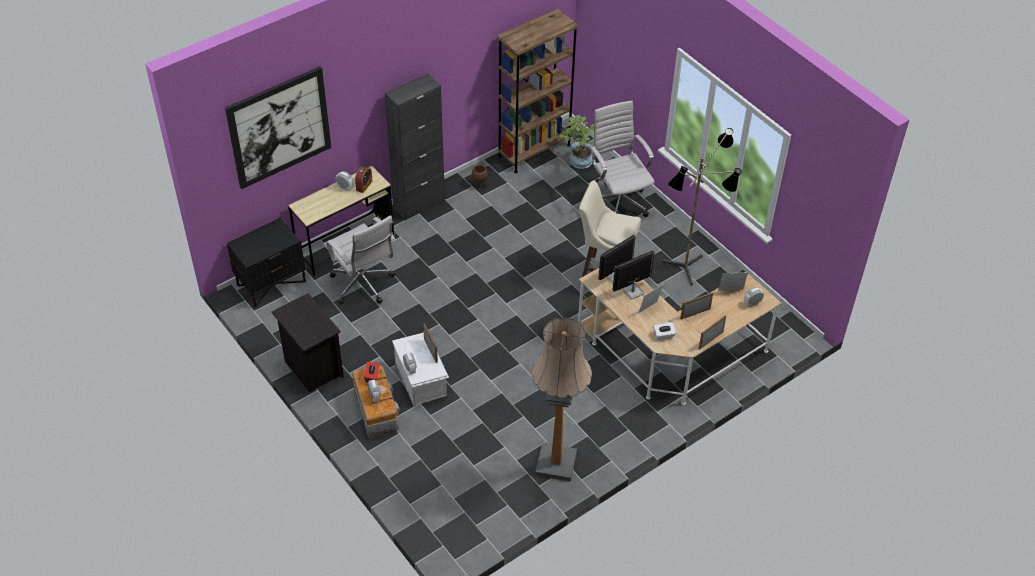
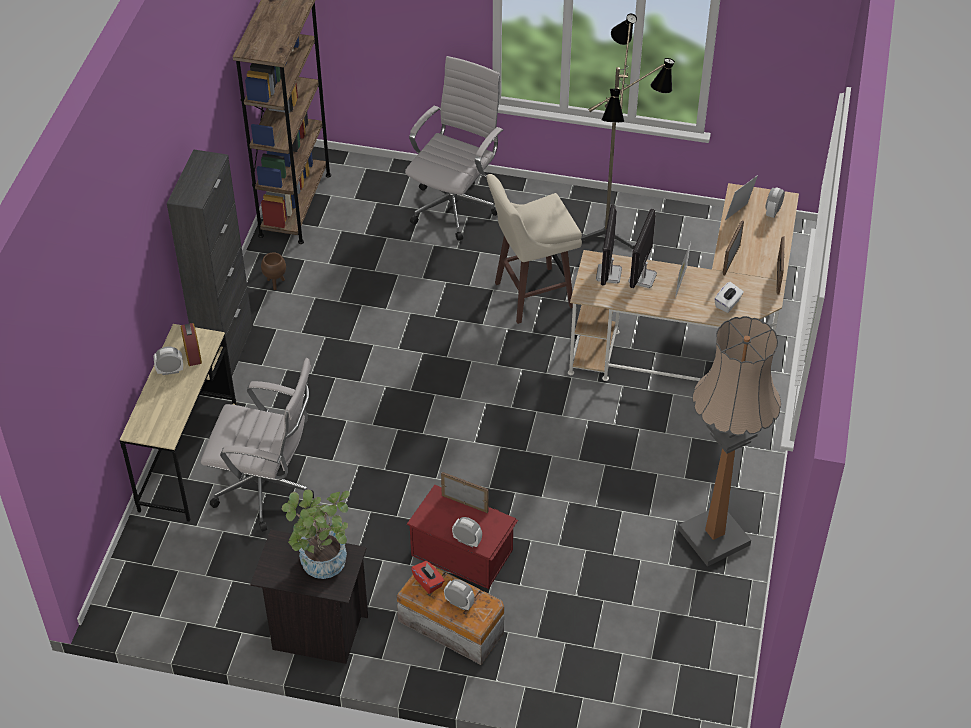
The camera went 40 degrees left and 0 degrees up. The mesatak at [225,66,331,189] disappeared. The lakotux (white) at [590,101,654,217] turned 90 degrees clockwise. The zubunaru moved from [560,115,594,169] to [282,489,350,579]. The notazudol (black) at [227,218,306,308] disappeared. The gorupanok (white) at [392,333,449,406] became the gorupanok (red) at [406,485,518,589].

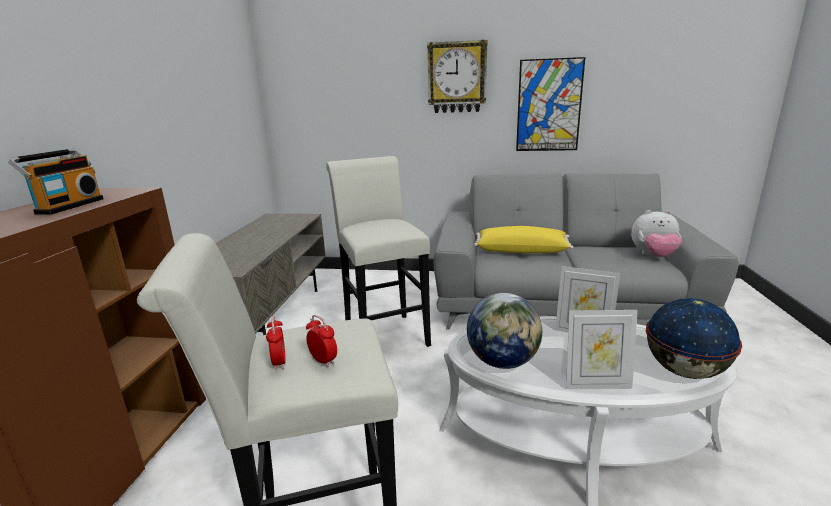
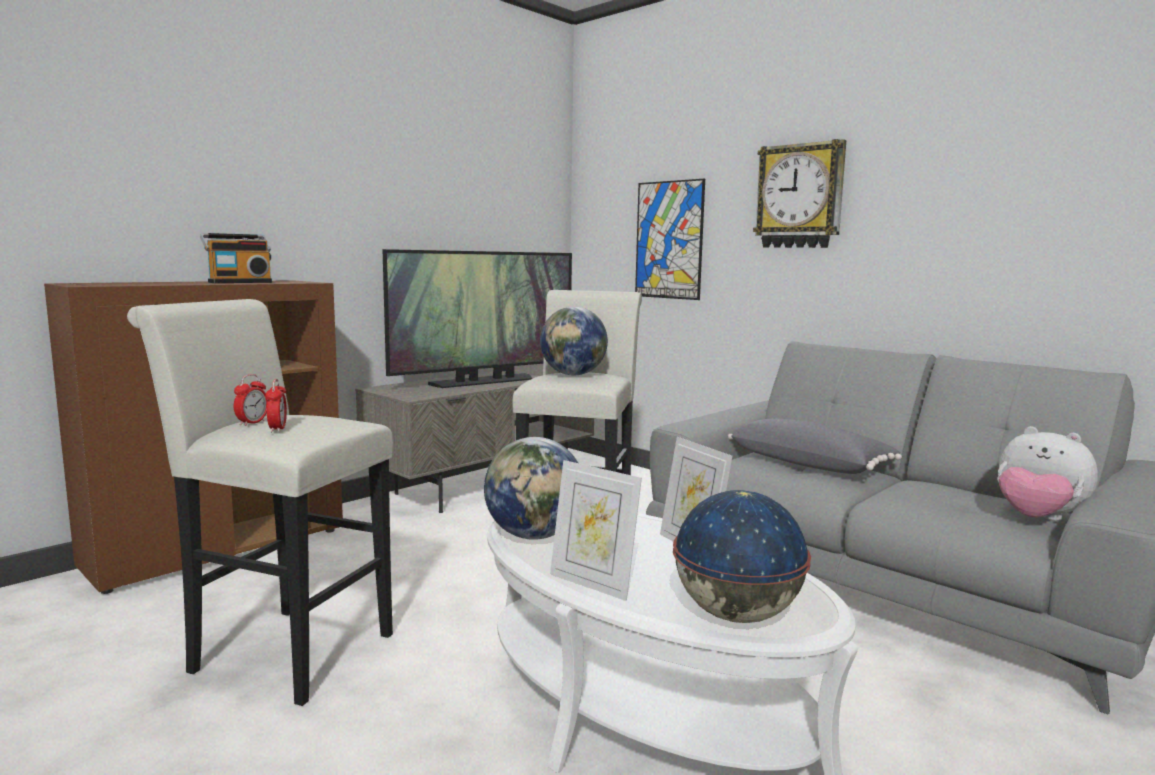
The camera went 35 degrees right and 10 degrees down. The mesatak moved from [516,57,585,151] to [635,179,705,300]. The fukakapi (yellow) at [474,226,573,253] became the fukakapi (grey) at [728,419,902,474]. The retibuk at [383,249,572,388] appeared. The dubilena at [540,307,608,375] appeared.

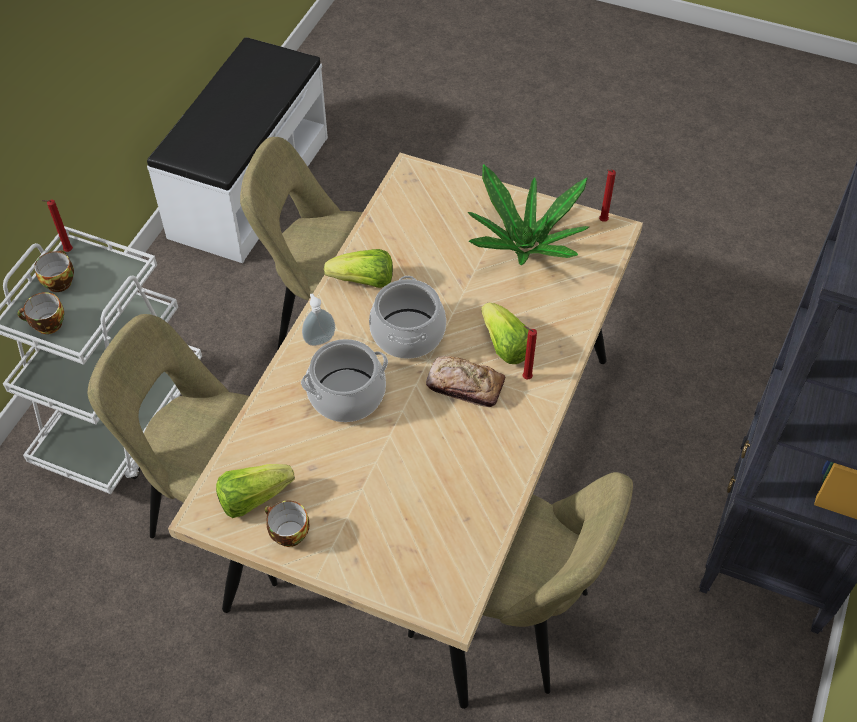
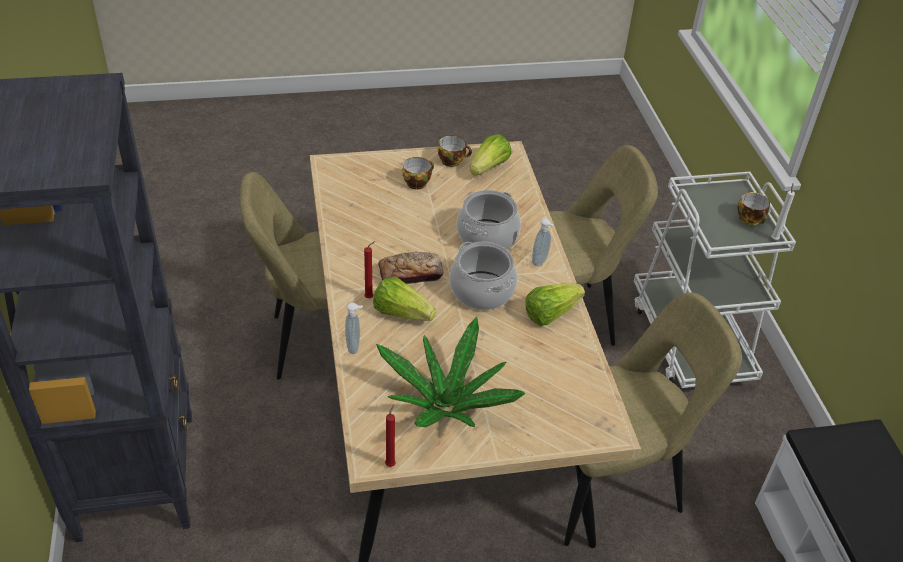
The camera went 145 degrees right and 10 degrees down. The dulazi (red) at [42,200,73,252] became the dulazi (white) at [771,184,795,240]. The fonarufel moved from [17,292,64,334] to [403,157,434,190]. The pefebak at [345,303,363,354] appeared.

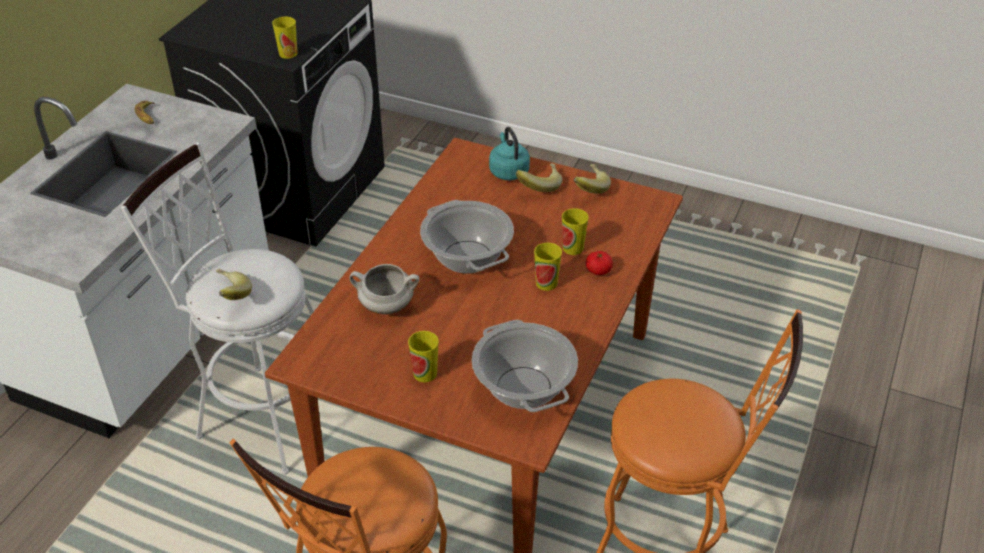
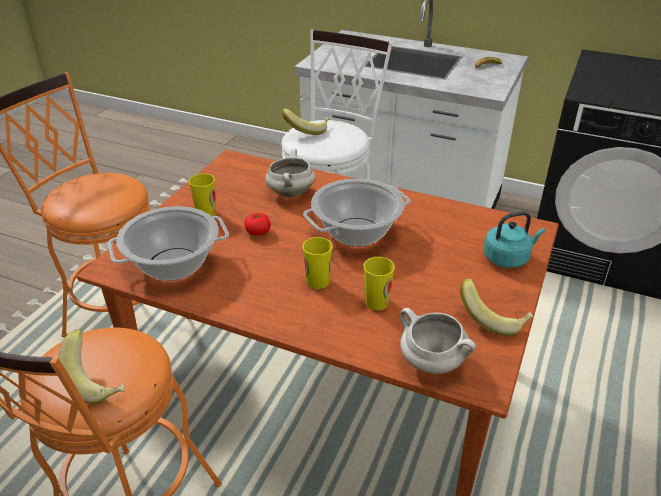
The camera went 90 degrees right and 5 degrees down. The fonarufel at [272,17,298,59] disappeared. The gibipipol moved from [516,164,563,192] to [58,329,125,404]. The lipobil moved from [586,251,613,275] to [244,213,271,235]. The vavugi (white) at [400,308,476,374] appeared.

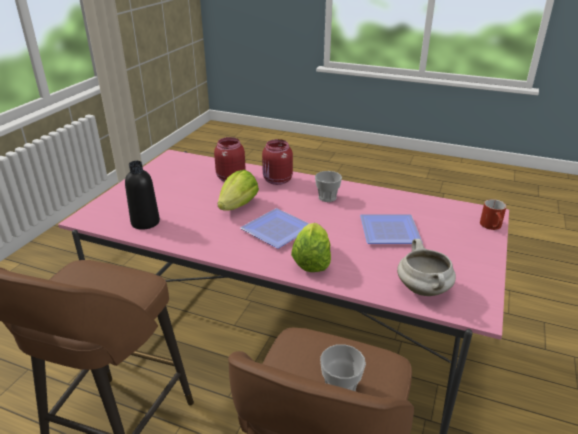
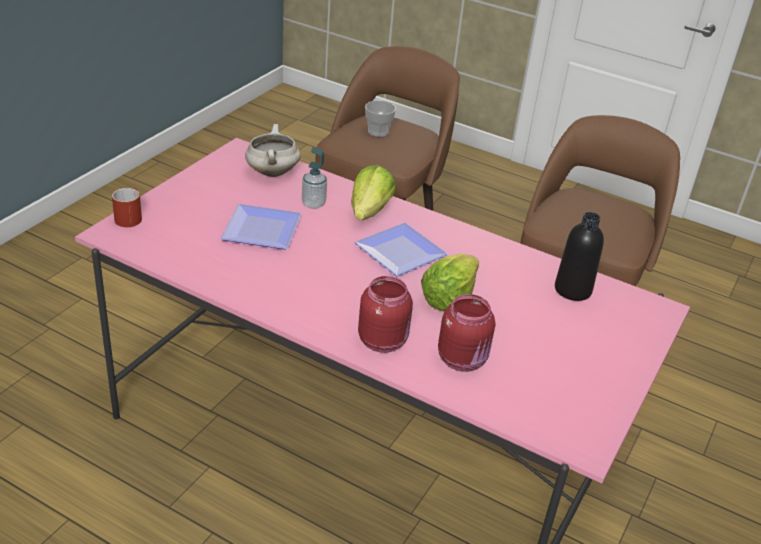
The camera went 175 degrees left and 5 degrees up. The fonarufel at [315,171,342,202] disappeared. The pefebak at [302,147,327,209] appeared.

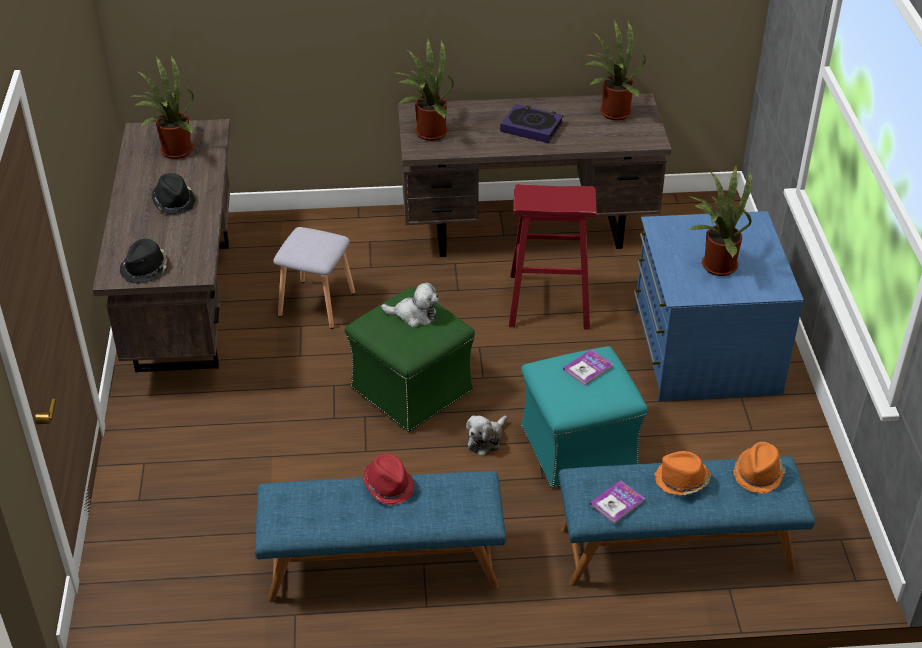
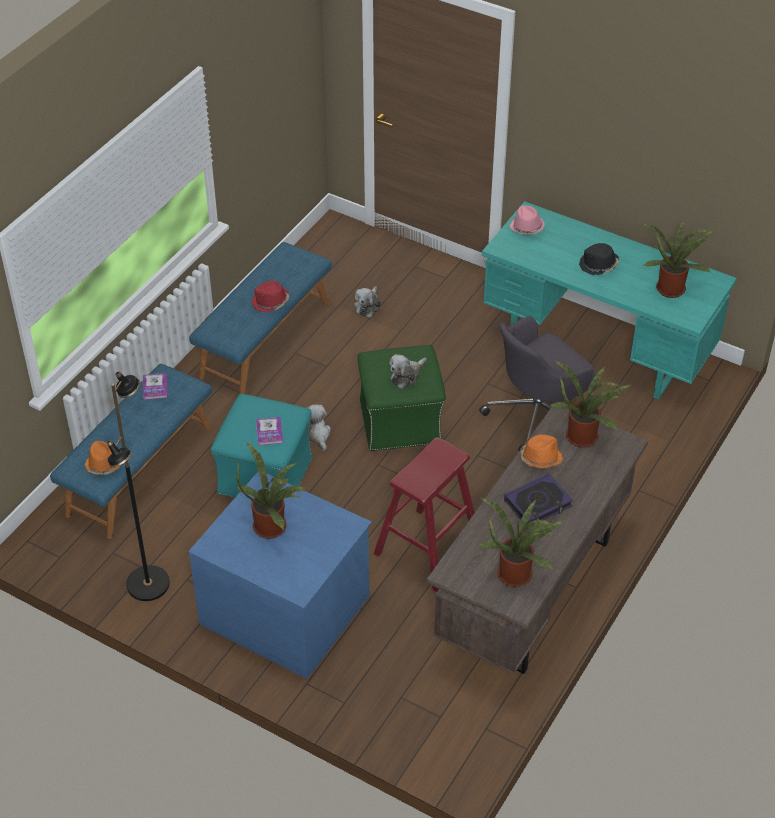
The camera went 125 degrees right and 5 degrees up. The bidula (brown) at [93,119,230,373] became the bidula (turquoise) at [482,201,737,399]. The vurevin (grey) at [273,227,355,329] was replaced by the lakotux (grey) at [479,316,596,451]. The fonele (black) at [120,239,167,284] became the fonele (pink) at [510,205,545,235]. The fonele (orange) moved from [654,451,711,495] to [521,434,563,469]. The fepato at [354,286,381,317] appeared. The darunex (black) at [107,371,170,601] appeared.

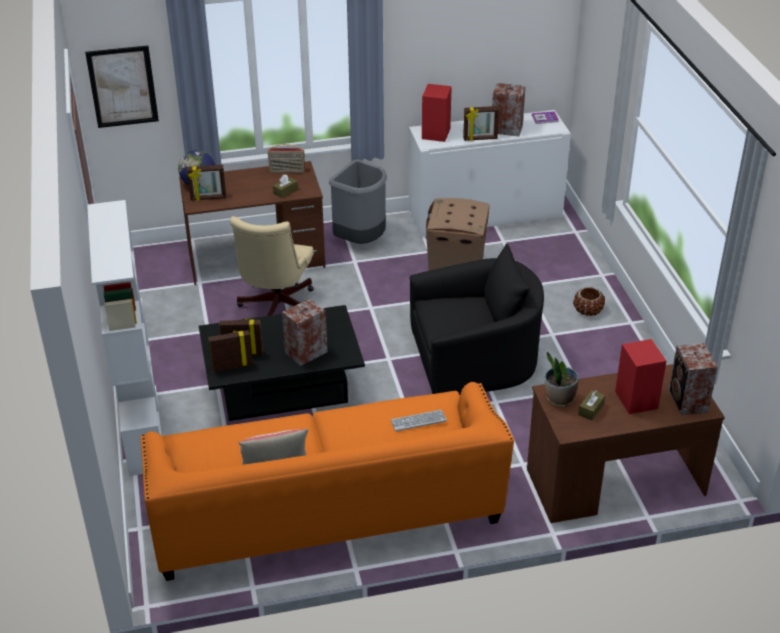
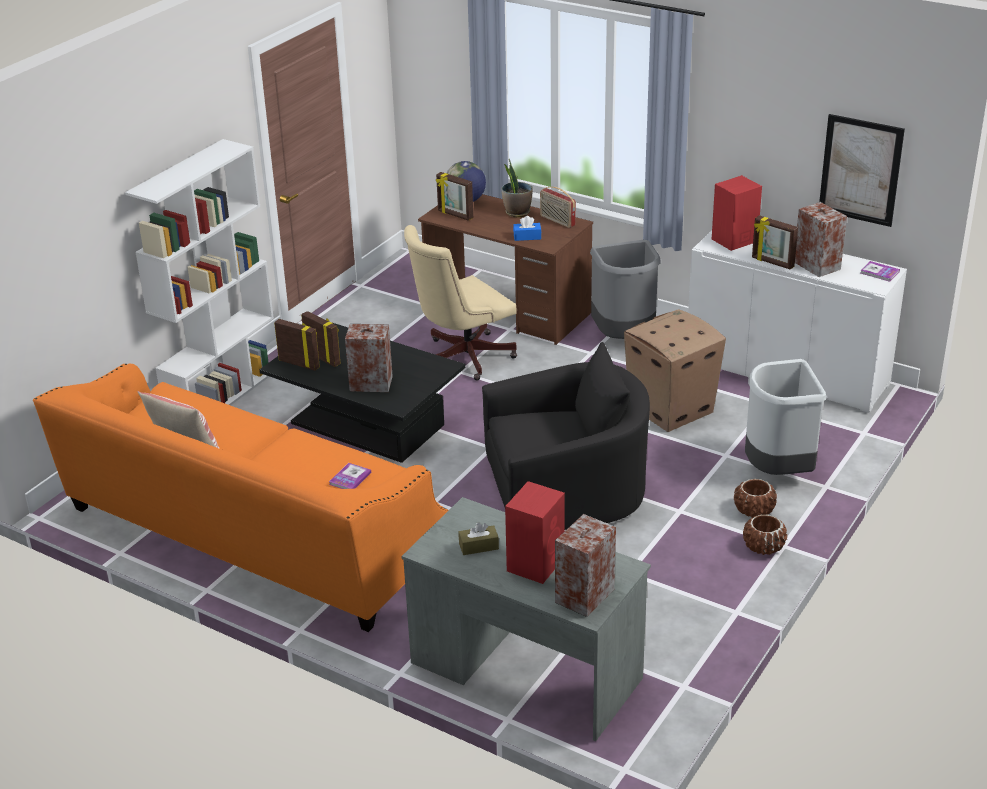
The camera went 45 degrees right and 5 degrees down. The mesatak moved from [85,45,159,128] to [819,114,905,227]. The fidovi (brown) at [273,175,298,198] became the fidovi (blue) at [513,216,541,241]. The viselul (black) at [410,244,544,395] turned 45 degrees counterclockwise. The zubunaru moved from [545,352,579,407] to [502,159,533,217]. The bidula (brown) at [527,364,725,523] became the bidula (grey) at [402,497,651,742]. The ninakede at [390,410,447,431] was replaced by the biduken at [329,463,371,489]. The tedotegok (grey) at [745,359,826,475] appeared. The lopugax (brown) at [743,514,787,555] appeared.

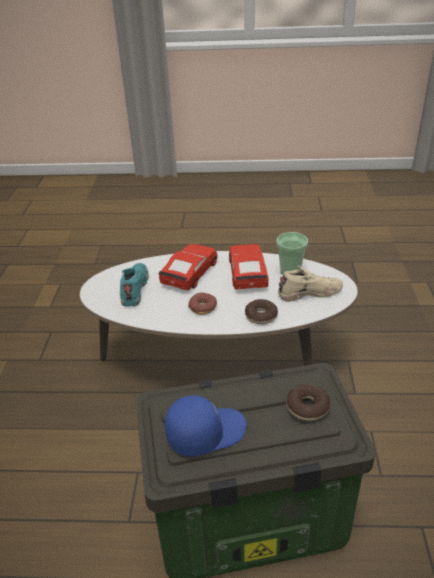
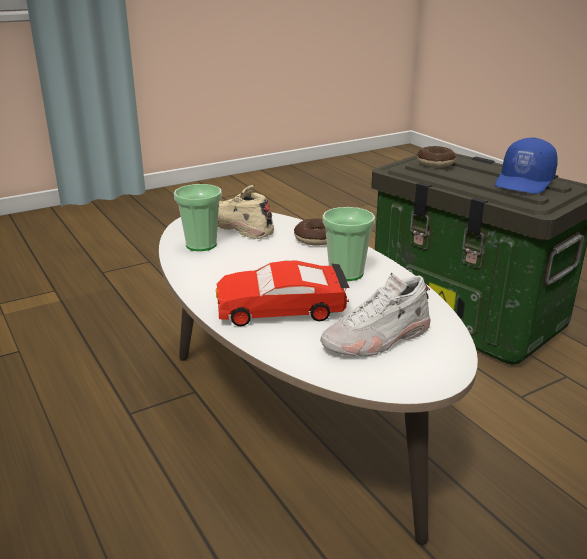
The camera went 125 degrees left and 10 degrees down. The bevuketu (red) at [229,244,268,289] disappeared. The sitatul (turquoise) at [120,263,149,306] became the sitatul (white) at [320,273,431,356]. The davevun at [188,293,217,315] was replaced by the fonarufel at [322,207,375,281]. The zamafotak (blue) at [165,395,247,457] turned 90 degrees counterclockwise.

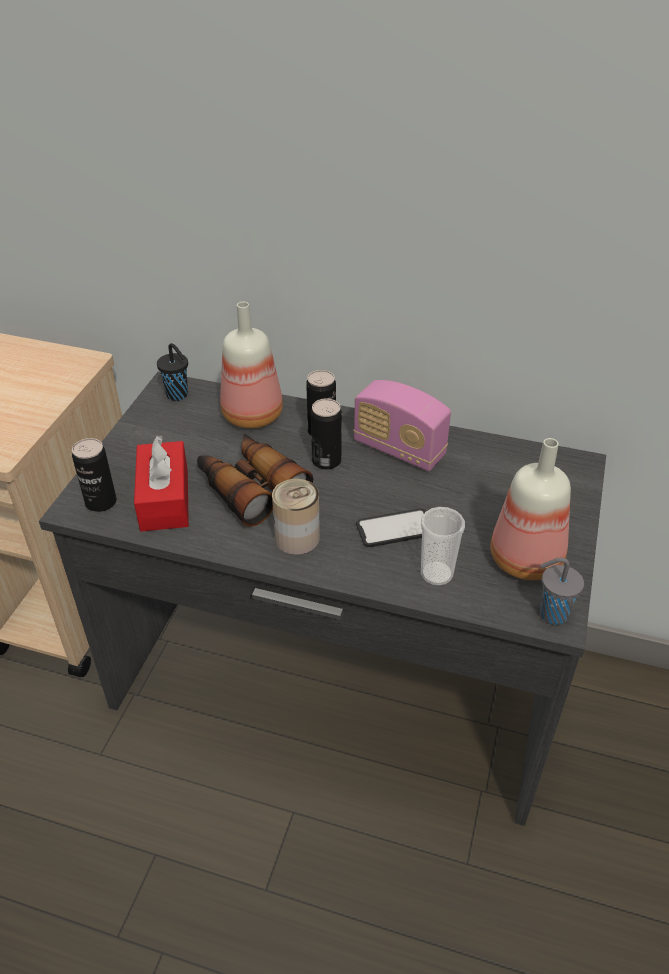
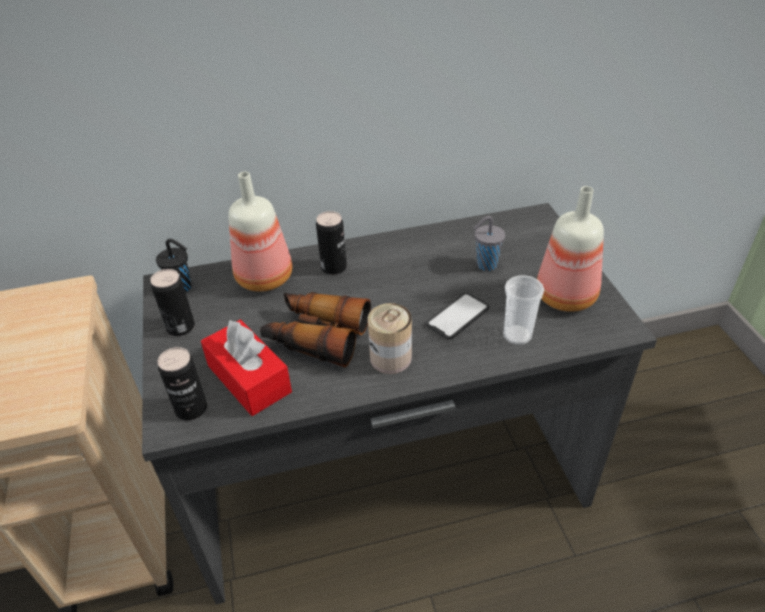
The camera went 30 degrees left and 0 degrees up. The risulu at [353,380,451,471] disappeared. The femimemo moved from [311,398,342,470] to [150,269,195,336]. The fonarufel (grey) moved from [540,558,584,625] to [473,216,505,271].

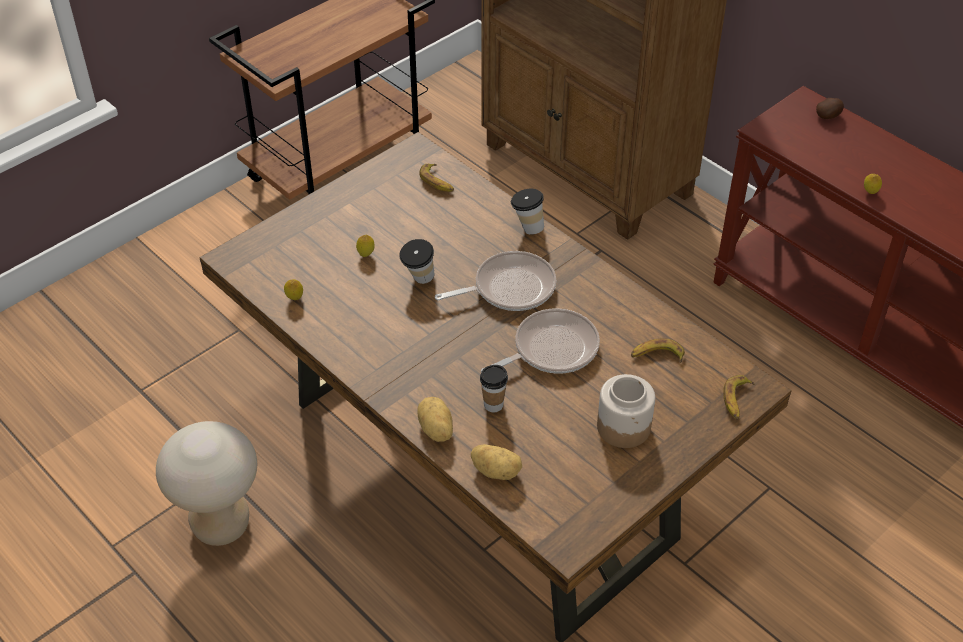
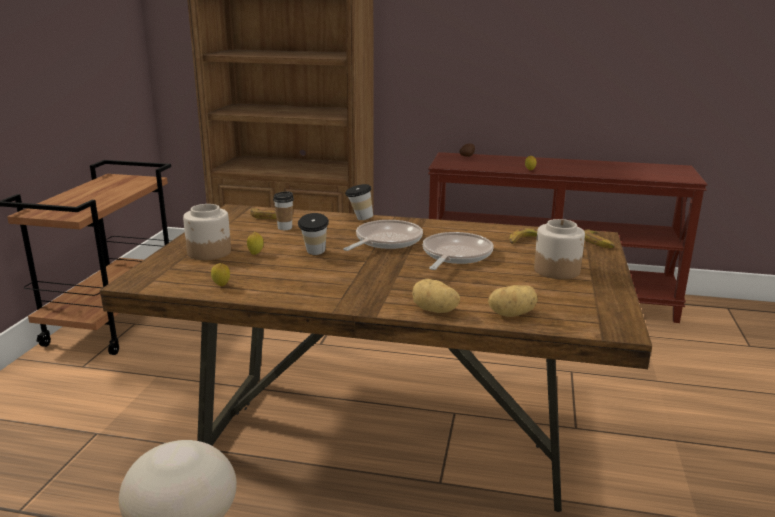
The camera went 35 degrees left and 25 degrees down. The fonarufel moved from [480,365,508,412] to [273,191,294,230]. The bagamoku at [183,204,231,260] appeared.

